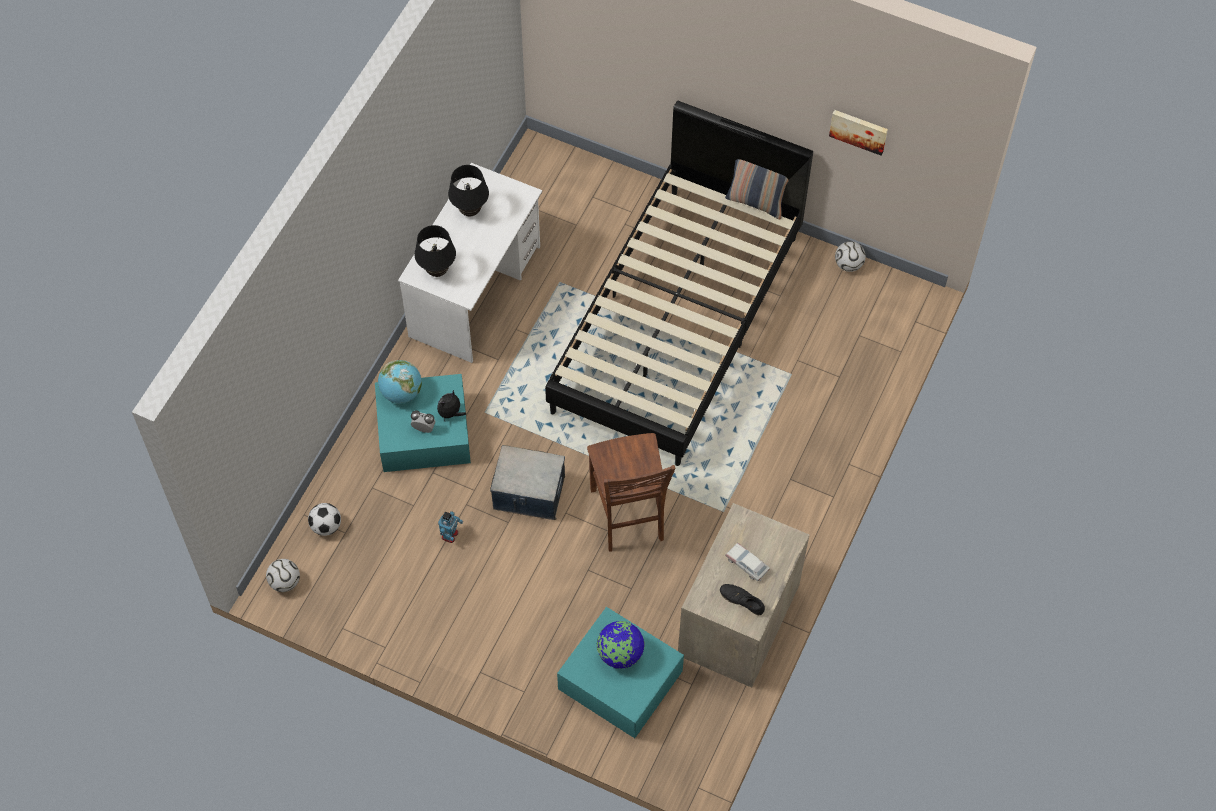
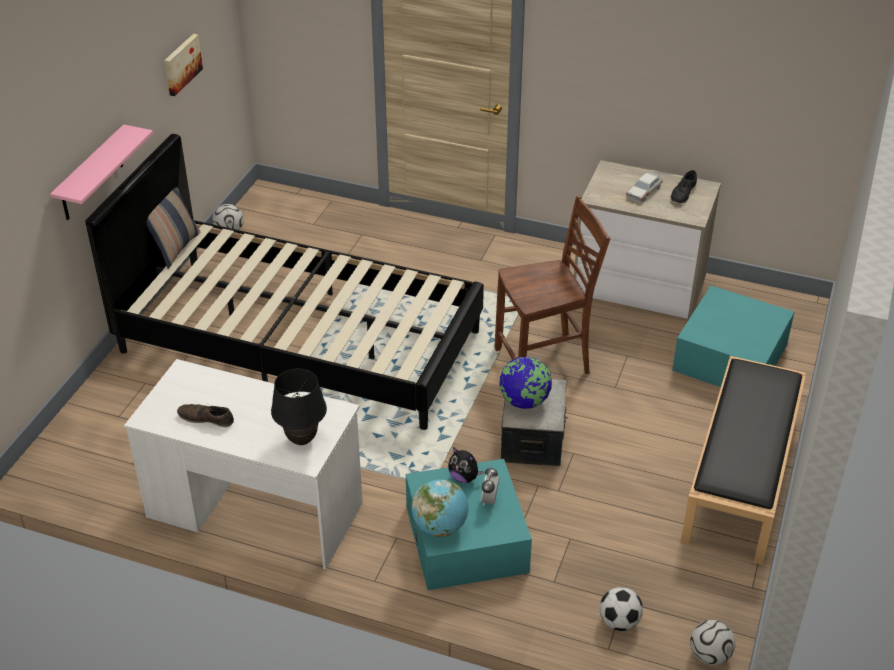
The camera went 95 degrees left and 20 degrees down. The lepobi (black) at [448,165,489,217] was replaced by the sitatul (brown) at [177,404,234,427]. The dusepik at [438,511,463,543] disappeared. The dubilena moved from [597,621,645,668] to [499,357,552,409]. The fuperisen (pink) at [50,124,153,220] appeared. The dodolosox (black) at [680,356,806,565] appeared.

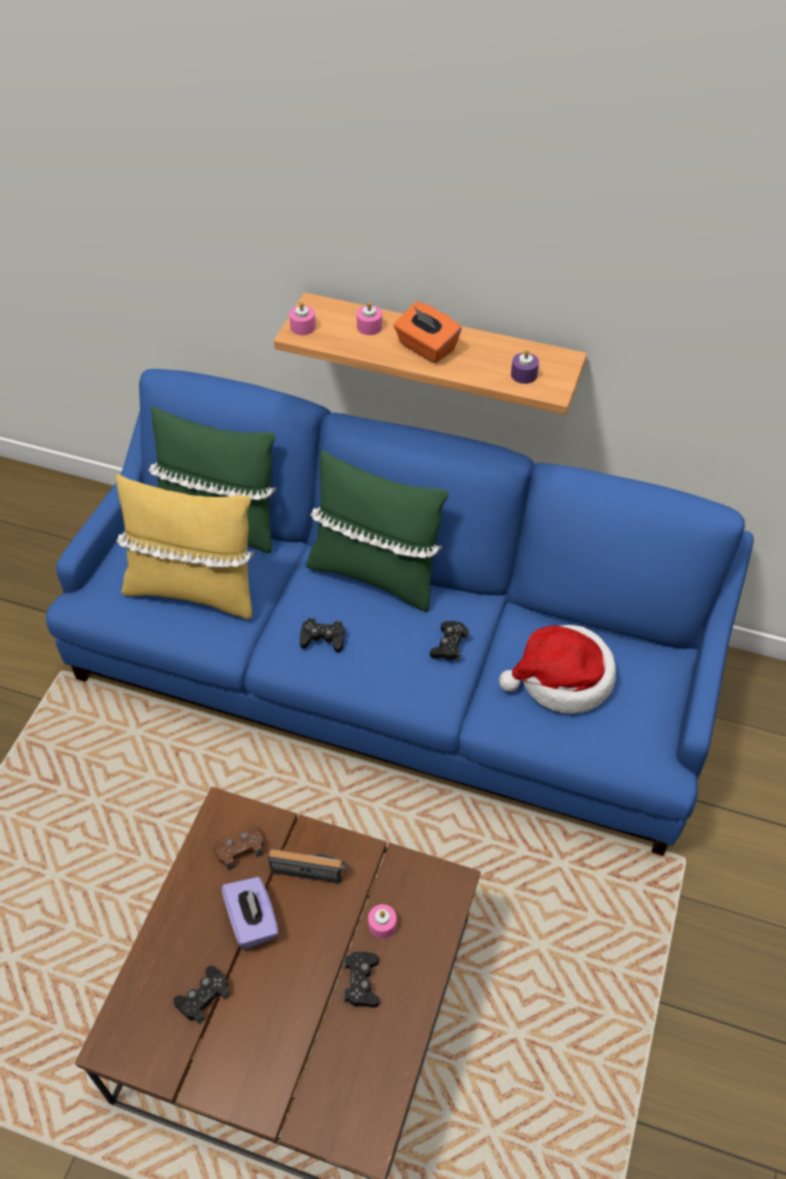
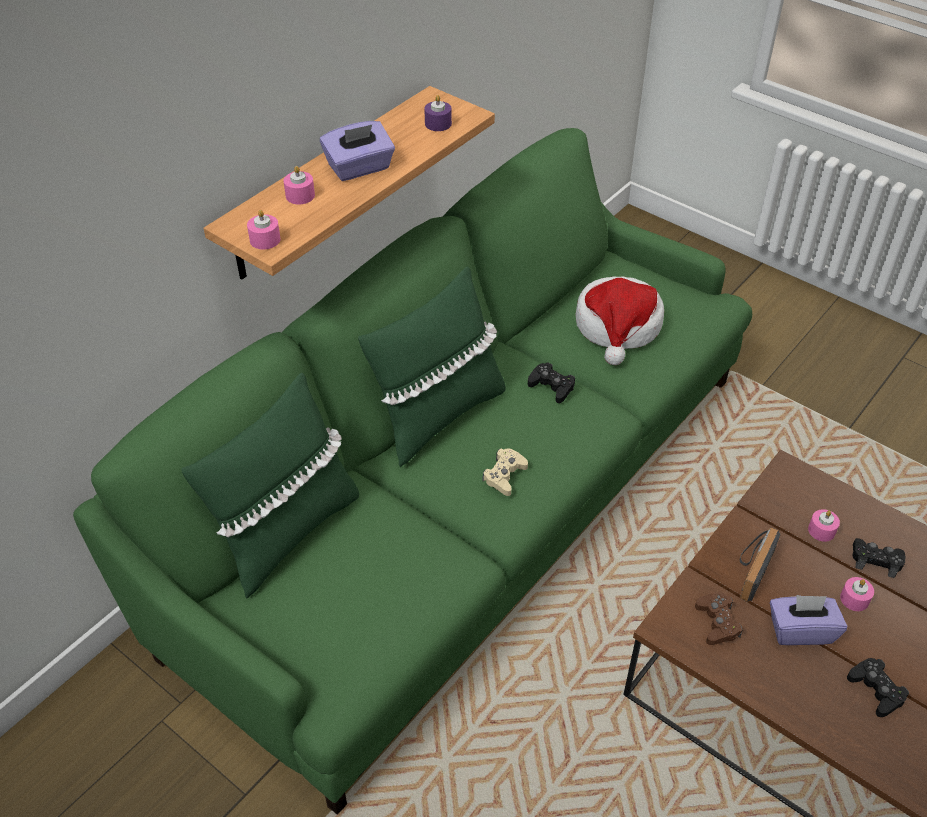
The camera went 70 degrees left and 5 degrees down. The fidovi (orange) at [394,302,462,363] became the fidovi (purple) at [320,121,395,181]. The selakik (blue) at [46,369,754,856] became the selakik (green) at [73,128,752,815]. The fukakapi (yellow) at [116,474,254,619] disappeared. The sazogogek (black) at [299,618,345,652] became the sazogogek (beige) at [483,448,528,496]. The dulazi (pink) at [840,577,874,611] appeared.

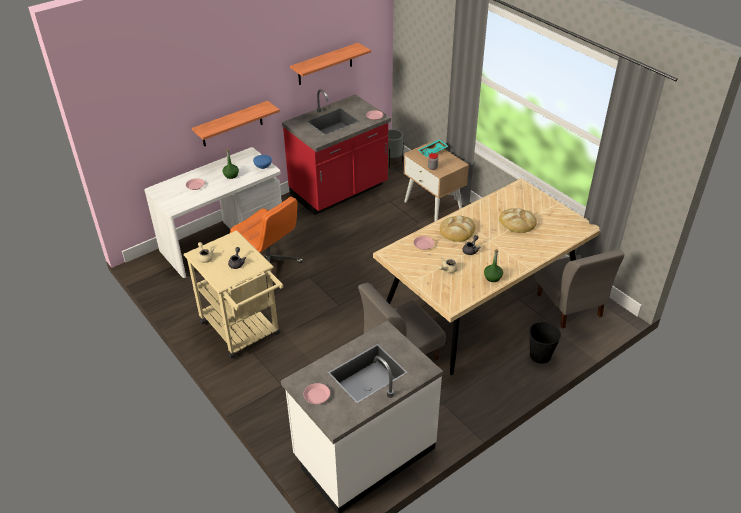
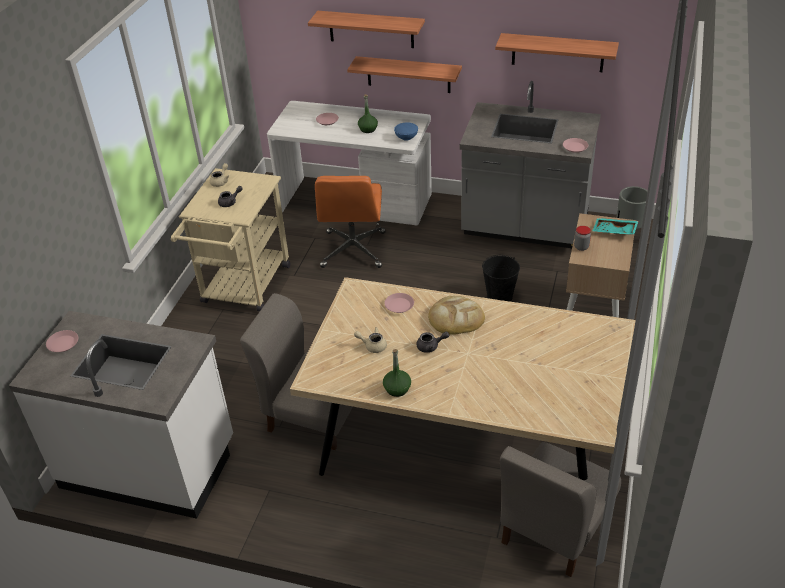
The camera went 55 degrees right and 0 degrees up. The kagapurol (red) at [282,89,391,215] became the kagapurol (grey) at [460,81,601,248]. The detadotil at [499,208,537,233] disappeared. The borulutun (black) moved from [529,320,561,364] to [482,255,520,302]. The fuperisen at [308,11,425,48] appeared.

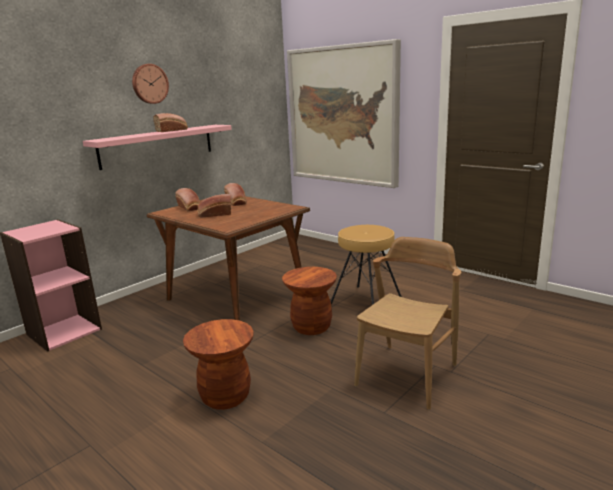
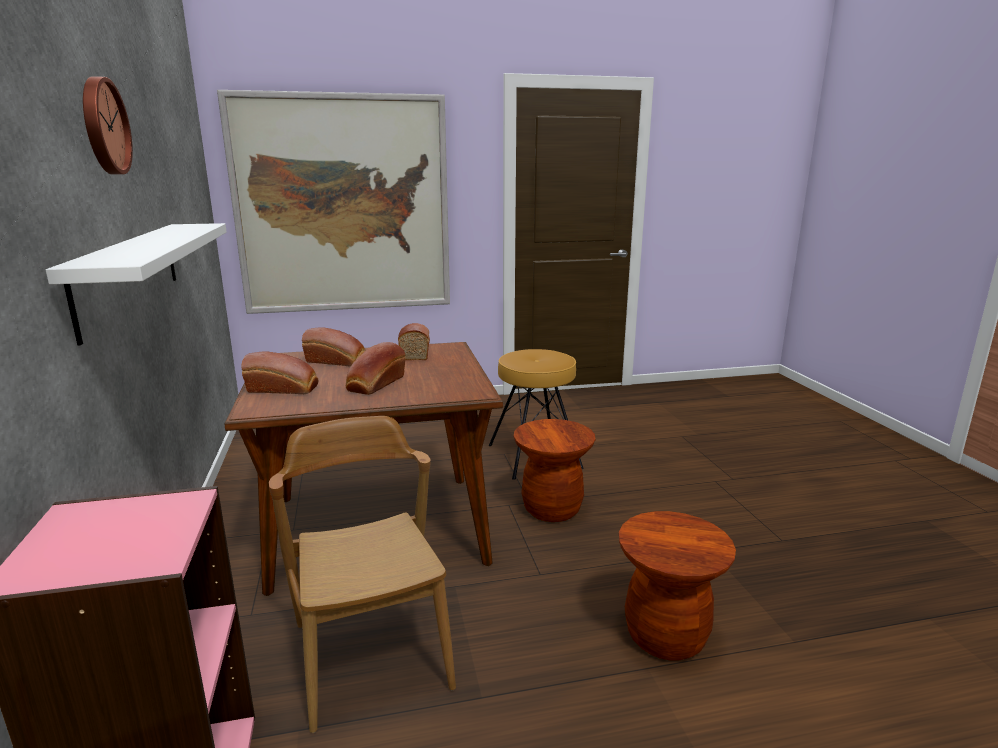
The camera went 55 degrees left and 0 degrees up. The detadotil moved from [153,113,188,132] to [398,323,430,360]. The fuperisen (pink) at [83,125,232,170] became the fuperisen (white) at [46,223,227,346]. The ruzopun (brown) moved from [354,237,461,410] to [269,416,456,733].

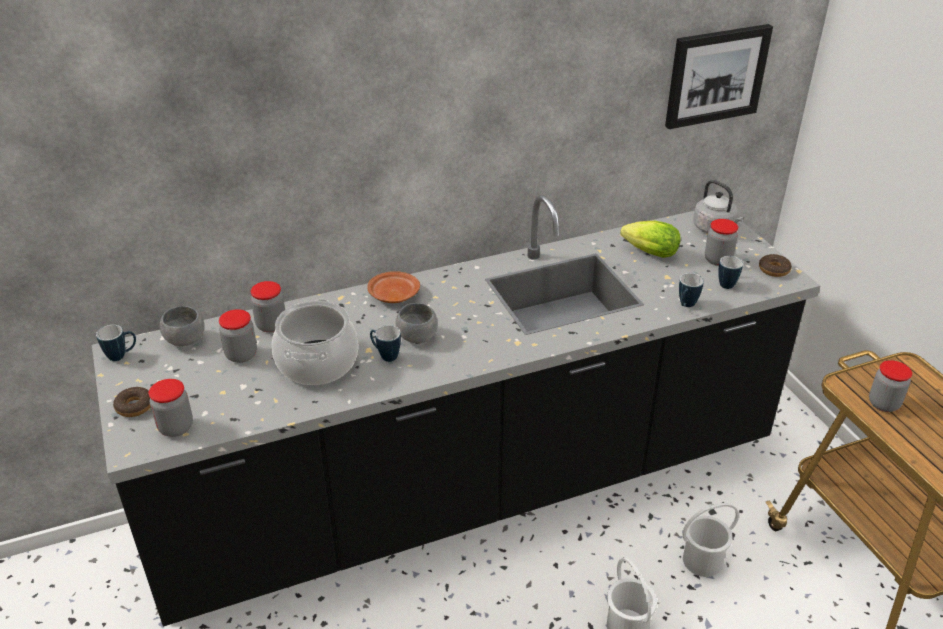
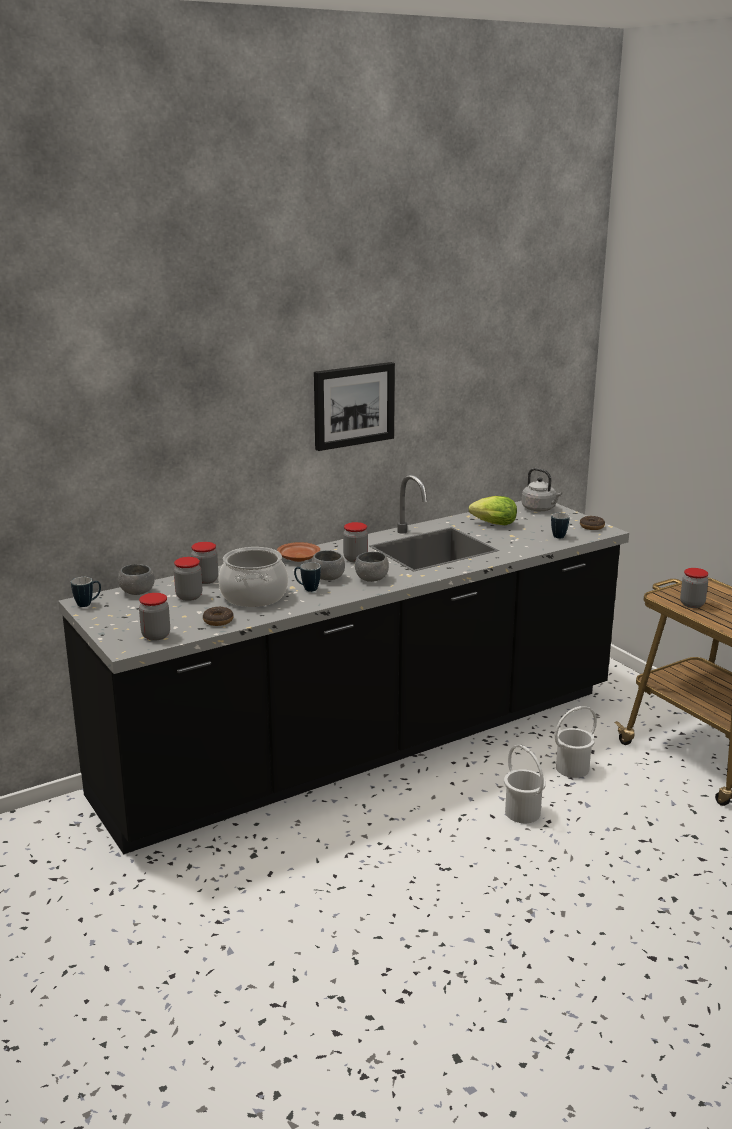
The camera went 10 degrees left and 15 degrees down. The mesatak moved from [665,24,773,129] to [314,362,395,451]. The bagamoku moved from [705,219,738,266] to [343,522,368,562]. The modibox at [679,273,704,307] disappeared. The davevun moved from [113,387,151,417] to [203,606,234,626]. The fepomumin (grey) at [355,552,389,582] appeared.

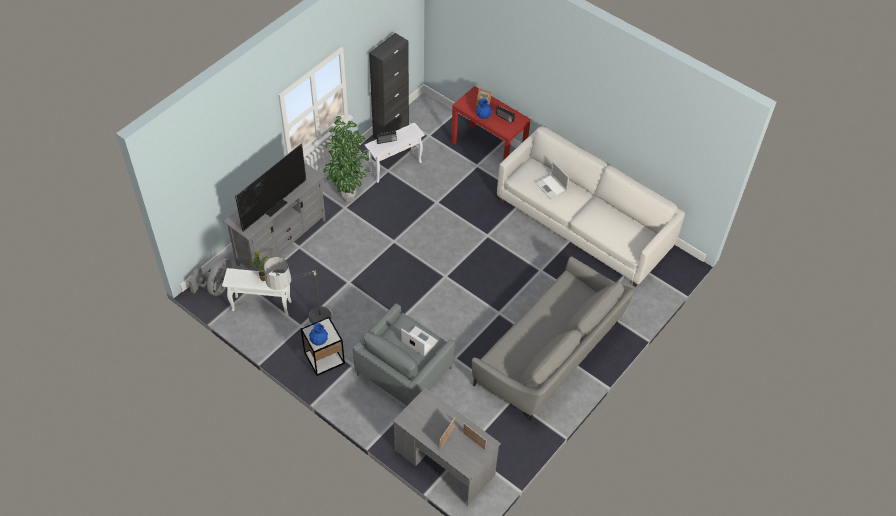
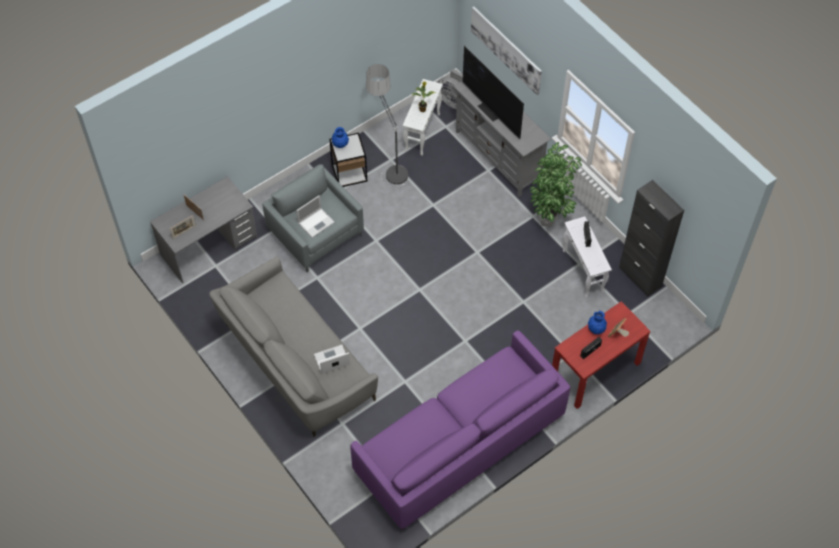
The camera went 105 degrees right and 5 degrees up. The selakik (white) at [497,127,685,287] became the selakik (purple) at [350,330,570,529]. The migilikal moved from [535,161,569,199] to [314,345,350,374]. The mesatak at [471,7,542,95] appeared.

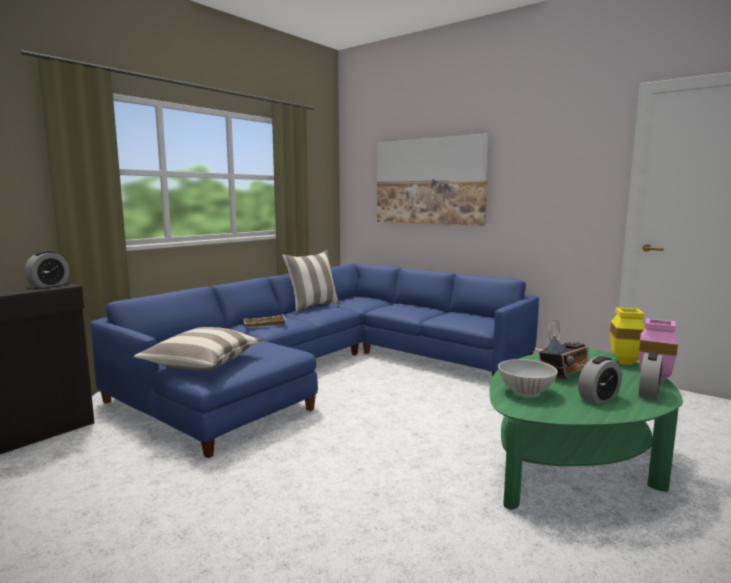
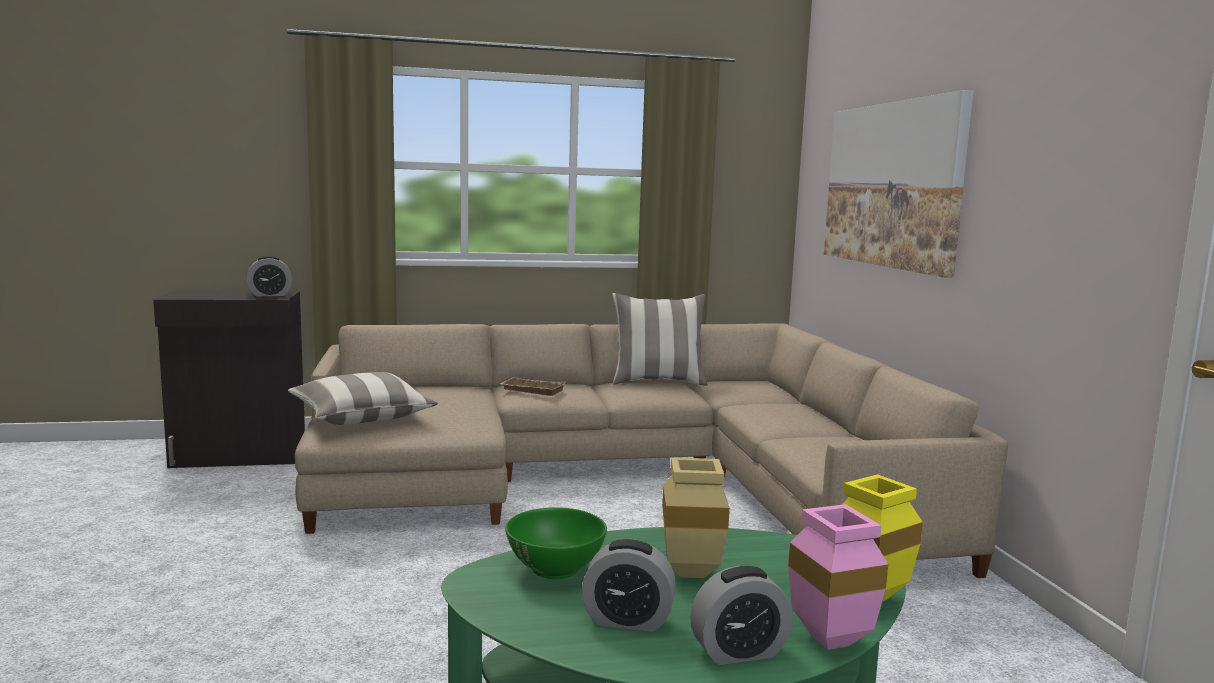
The camera went 40 degrees right and 0 degrees up. The selakik (blue) at [90,263,539,458] became the selakik (beige) at [295,323,1008,578]. The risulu at [539,319,588,380] was replaced by the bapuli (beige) at [662,457,730,578]. The fepomumin (white) at [498,359,558,397] became the fepomumin (green) at [505,507,607,579].

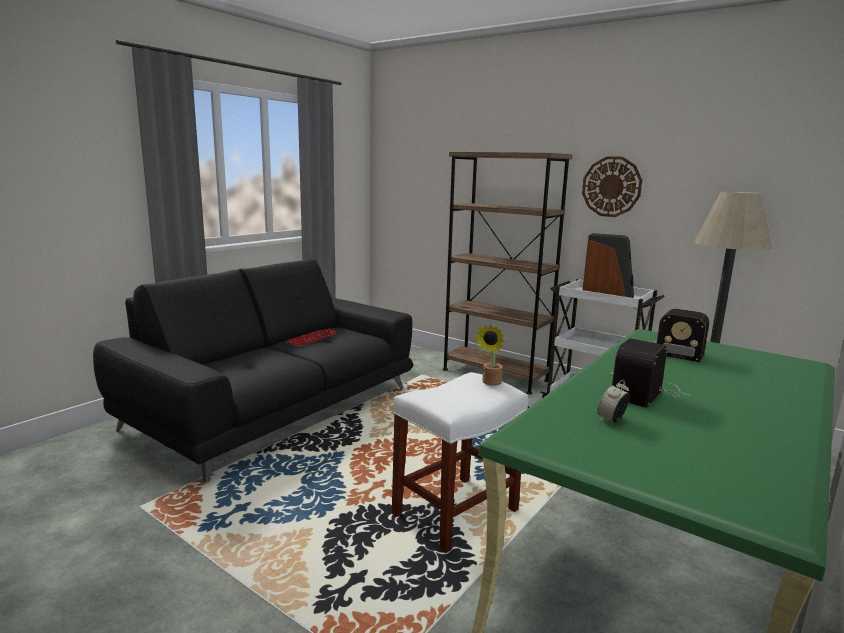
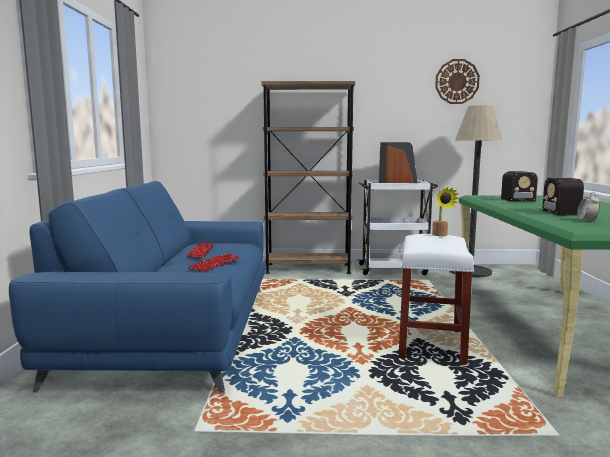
The camera went 35 degrees left and 5 degrees down. The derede moved from [582,156,642,217] to [435,59,480,104]. The selakik (black) at [93,259,413,483] became the selakik (blue) at [9,181,267,393]. The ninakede at [189,253,240,272] appeared.

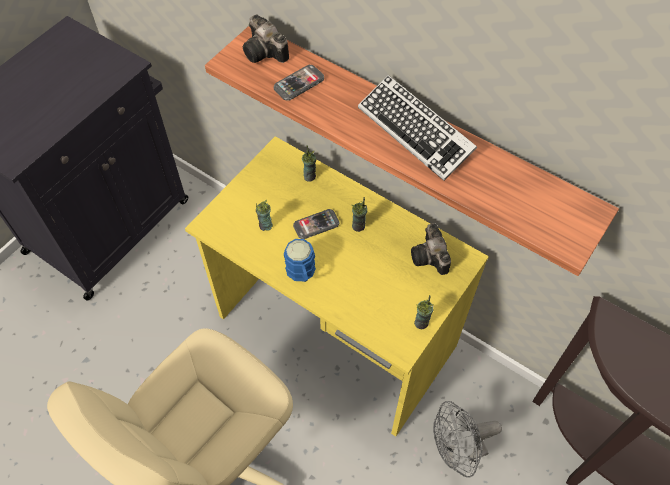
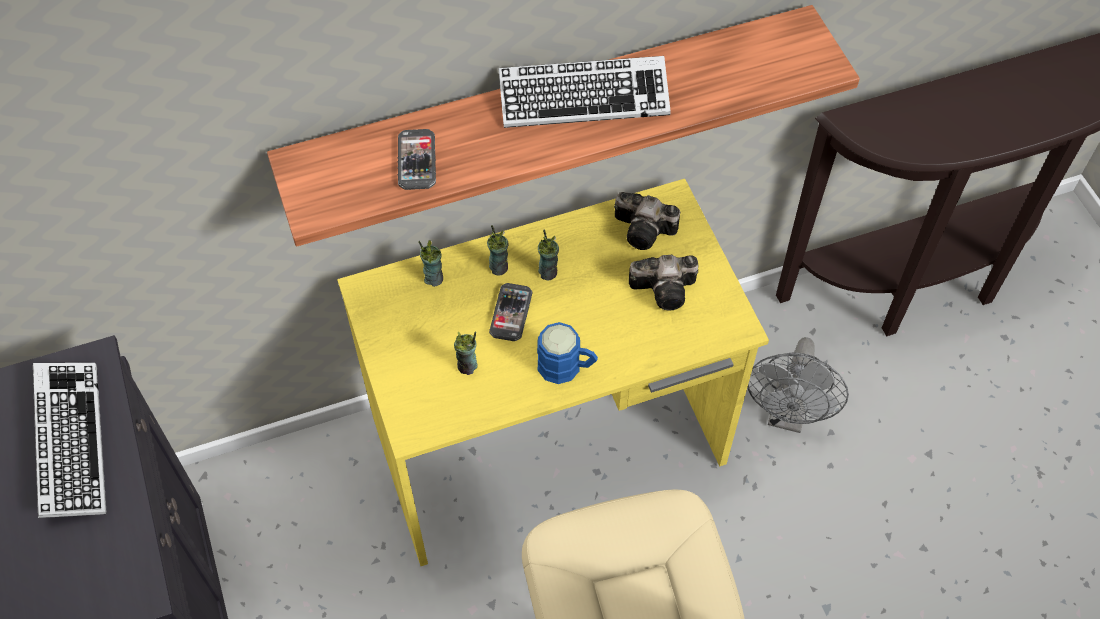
The camera went 55 degrees left and 0 degrees up. The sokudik moved from [243,14,289,63] to [629,255,698,310]. The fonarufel moved from [414,295,434,329] to [487,225,509,276]. The ninakede at [33,363,107,518] appeared.

